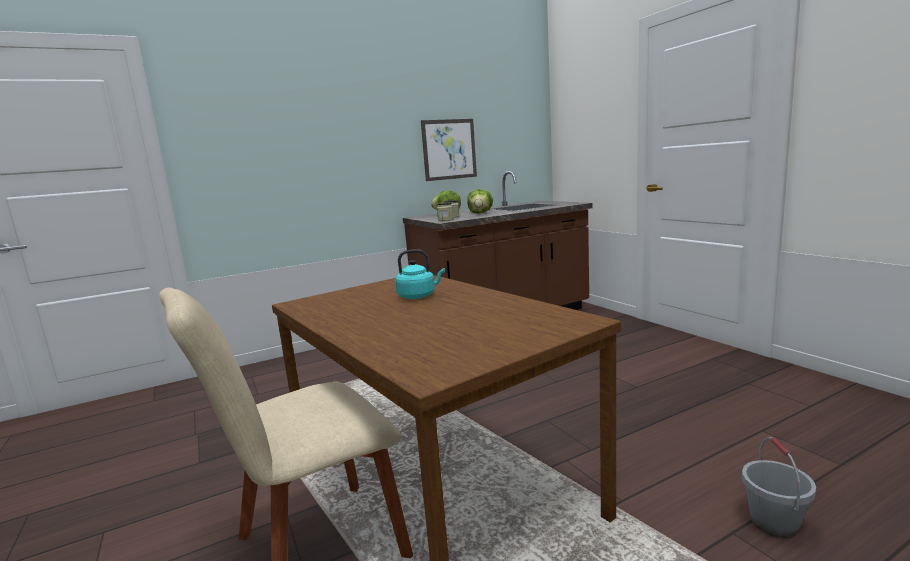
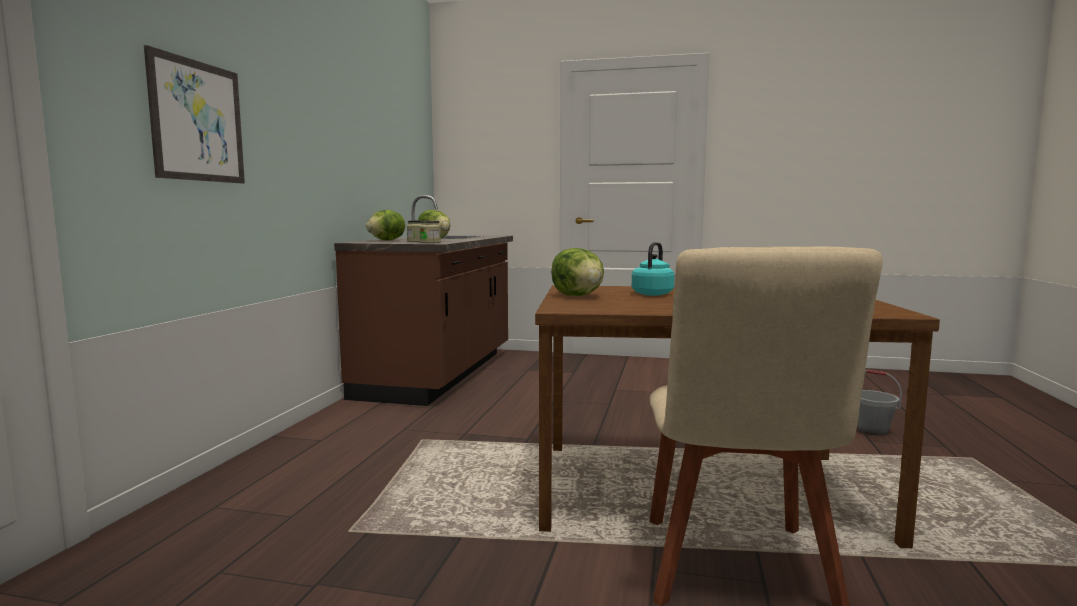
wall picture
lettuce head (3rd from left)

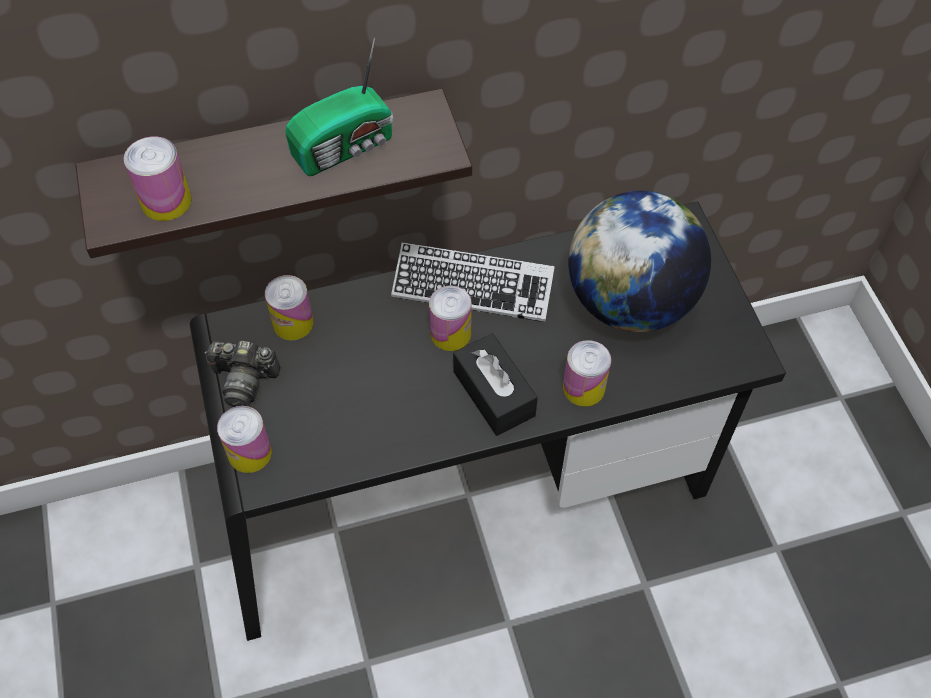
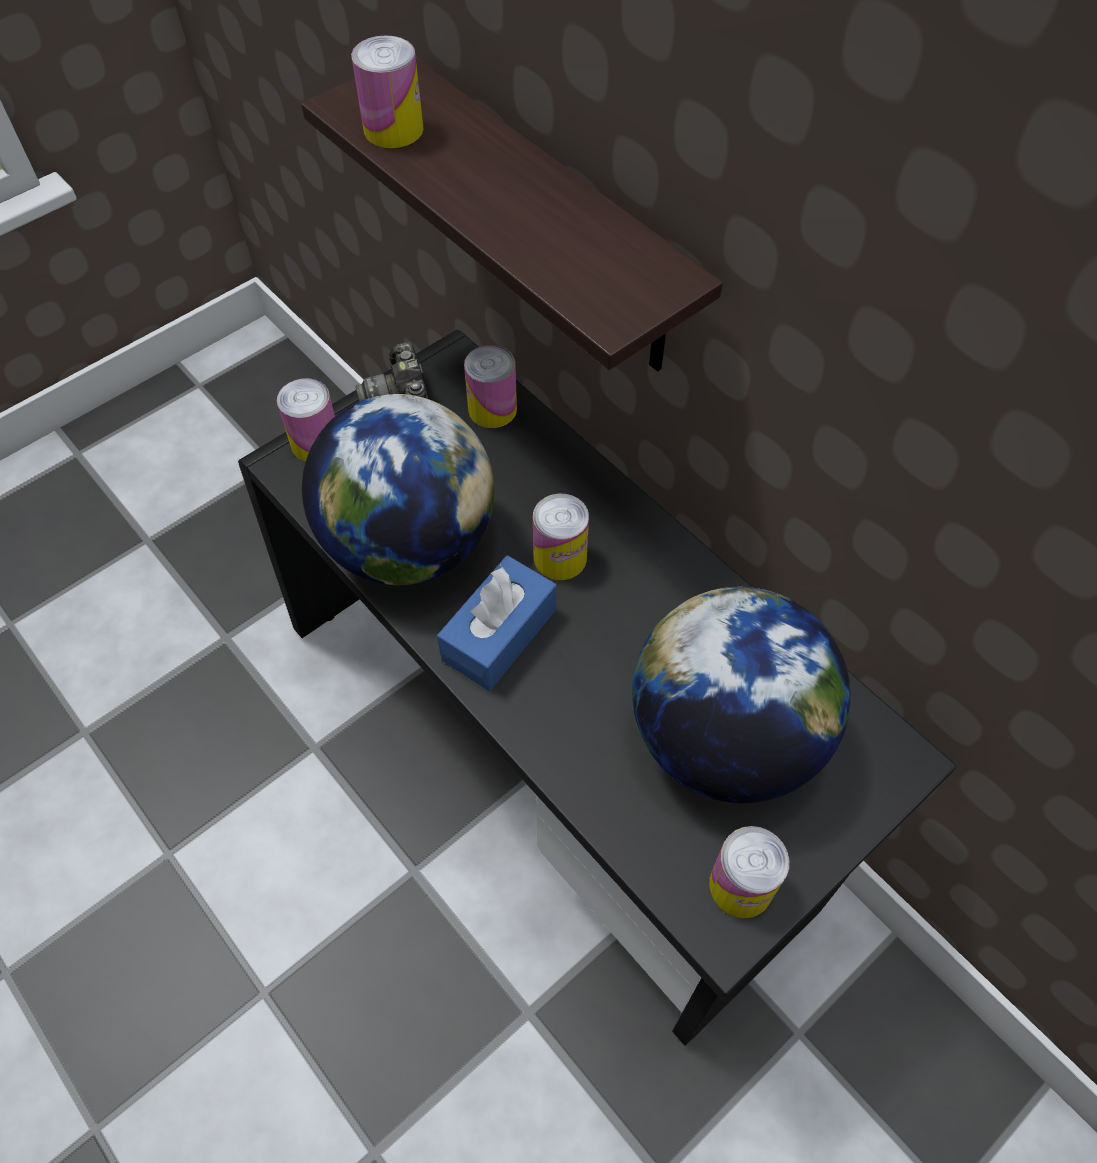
radio receiver
computer keyboard
bluish tissue holder
sealed can (5th from left)
desk globe (1st from left)

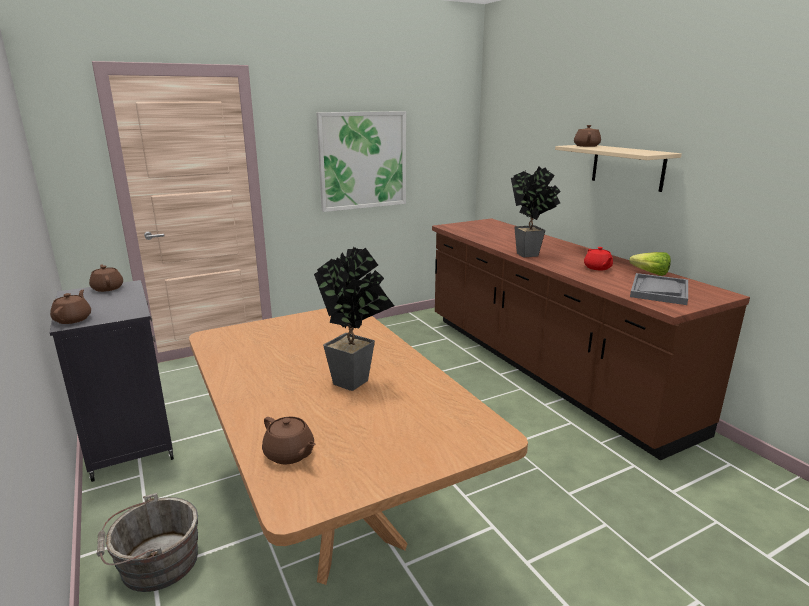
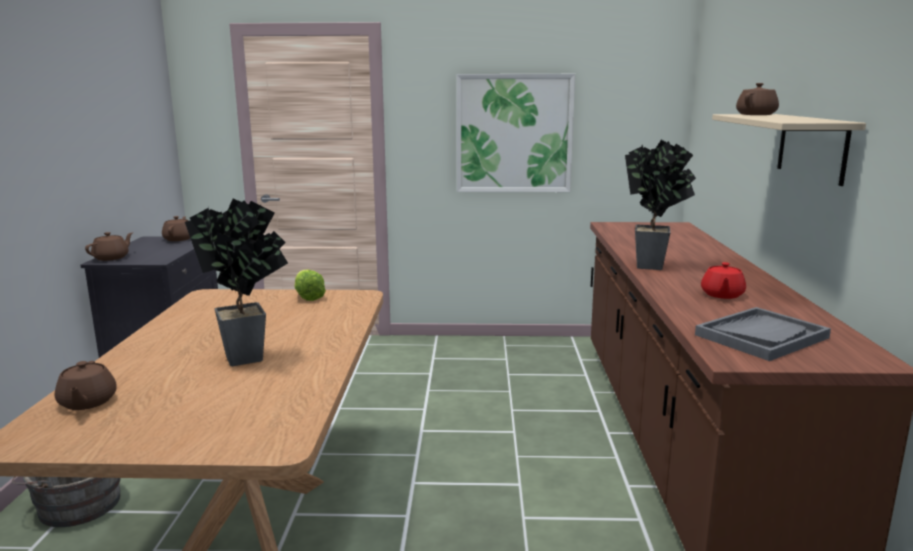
lettuce head

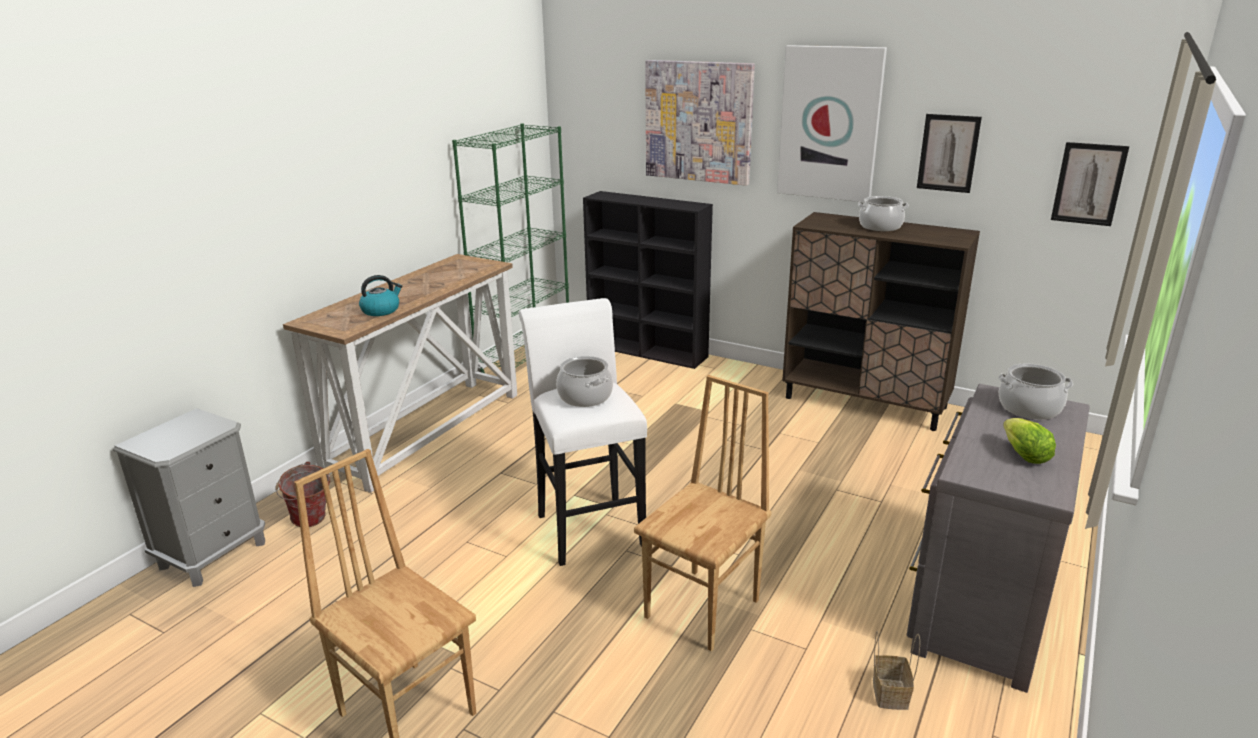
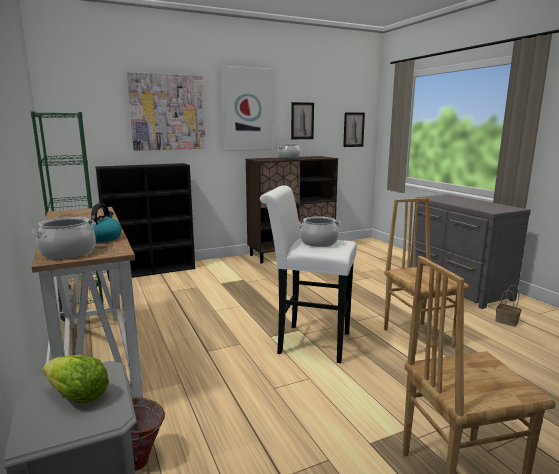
cooking pot (1st from left)
lettuce head

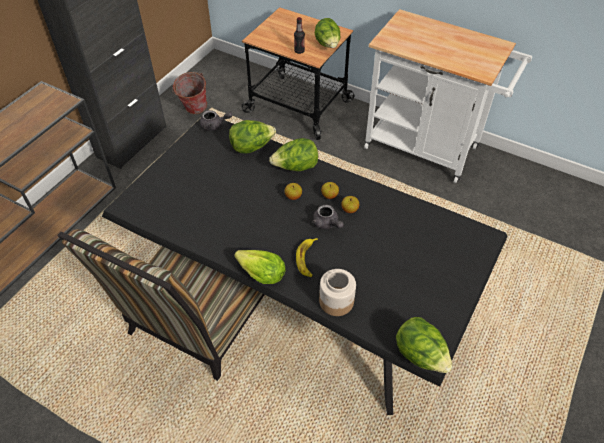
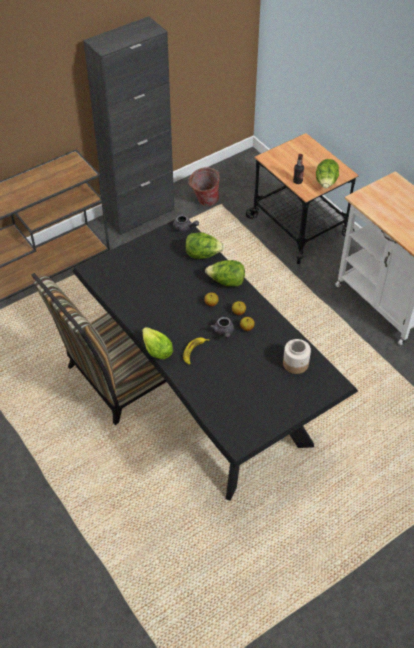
preserve jar
lettuce head (5th from left in the first image)

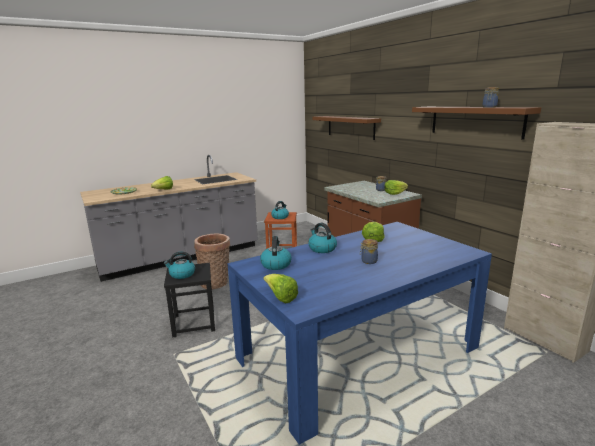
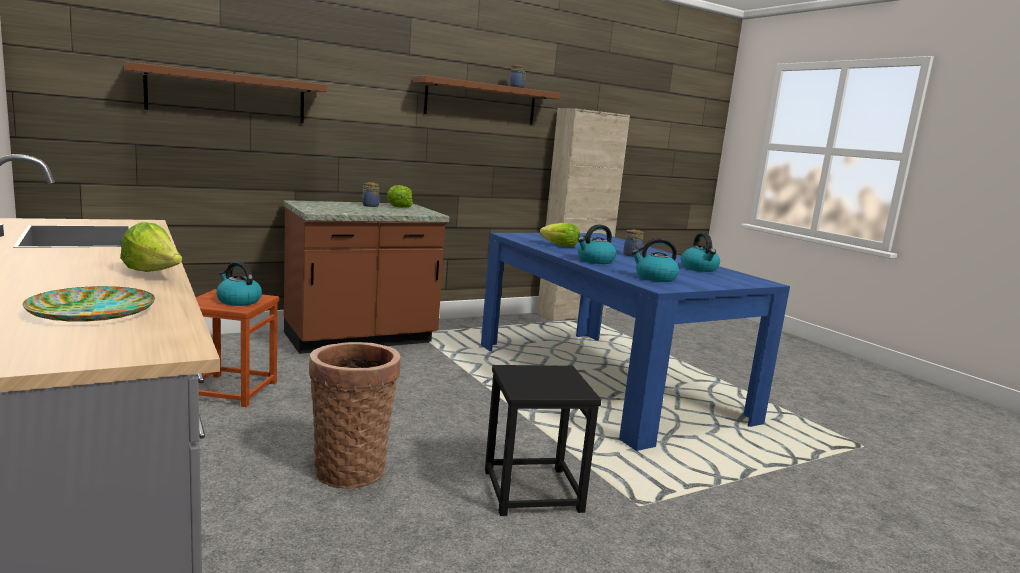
kettle (4th from left)
lettuce head (2nd from left in the first image)

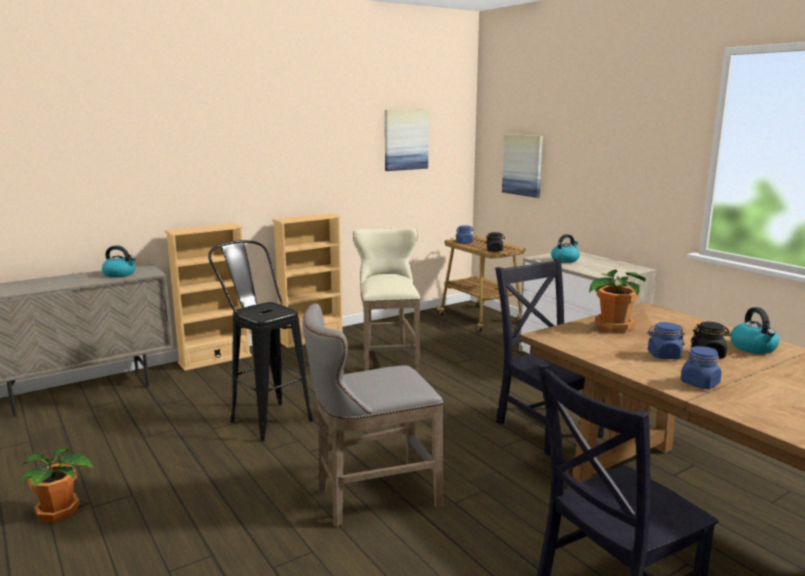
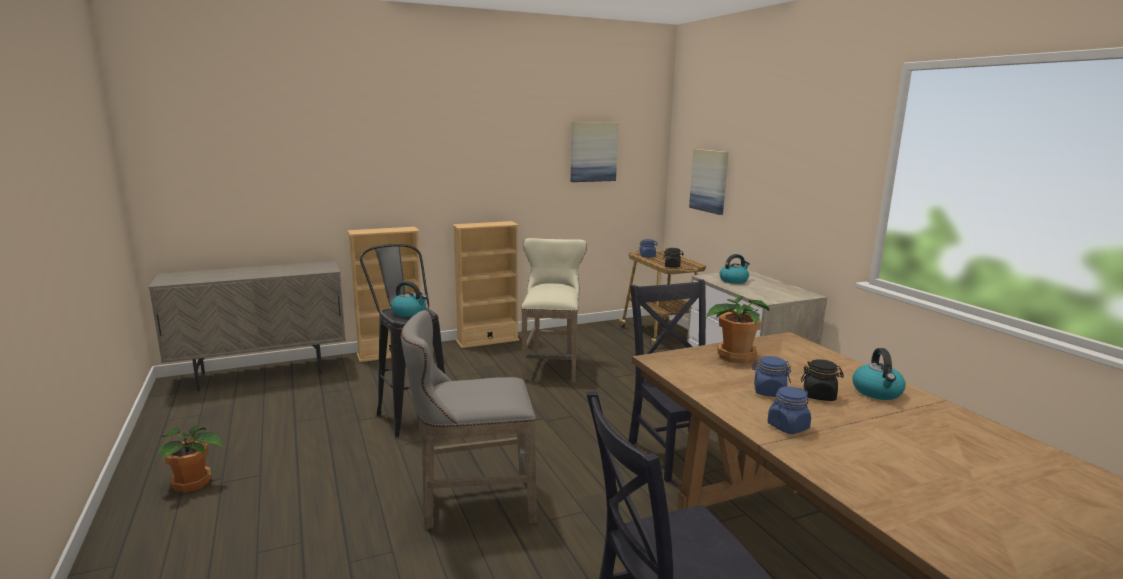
kettle (1st from left)

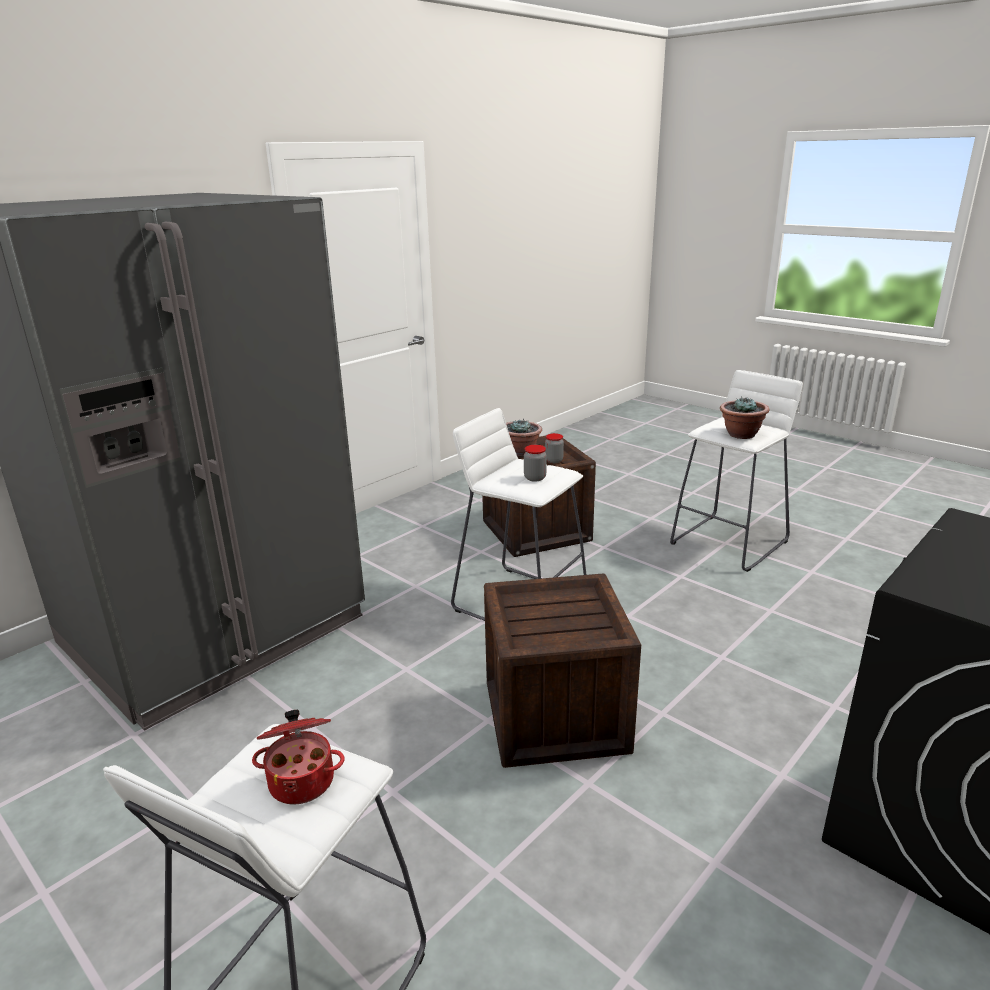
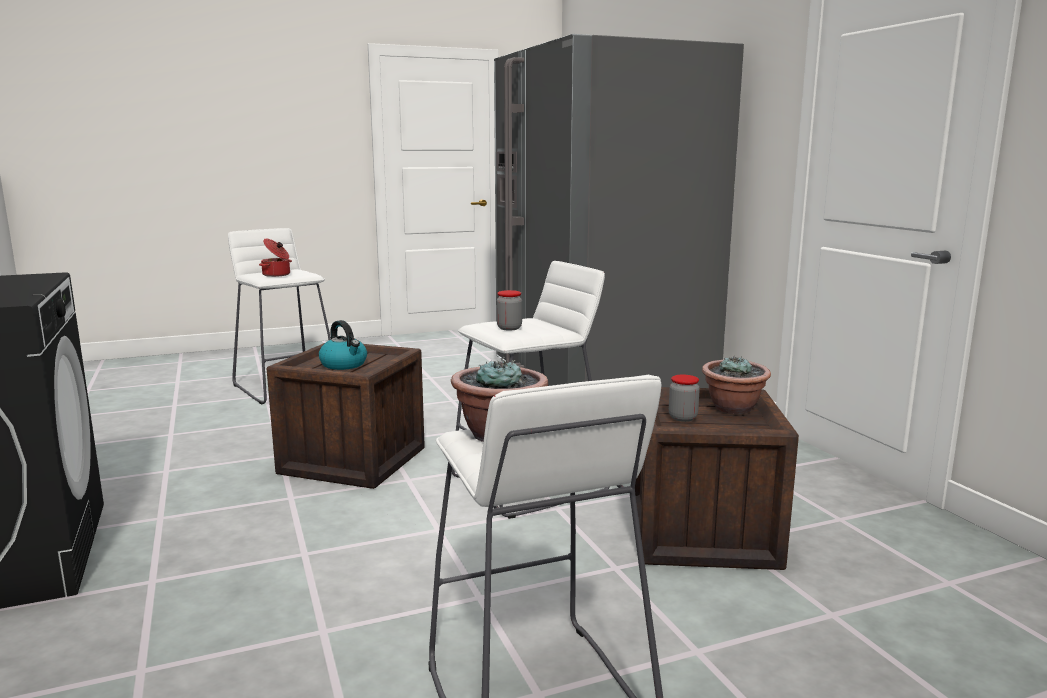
kettle

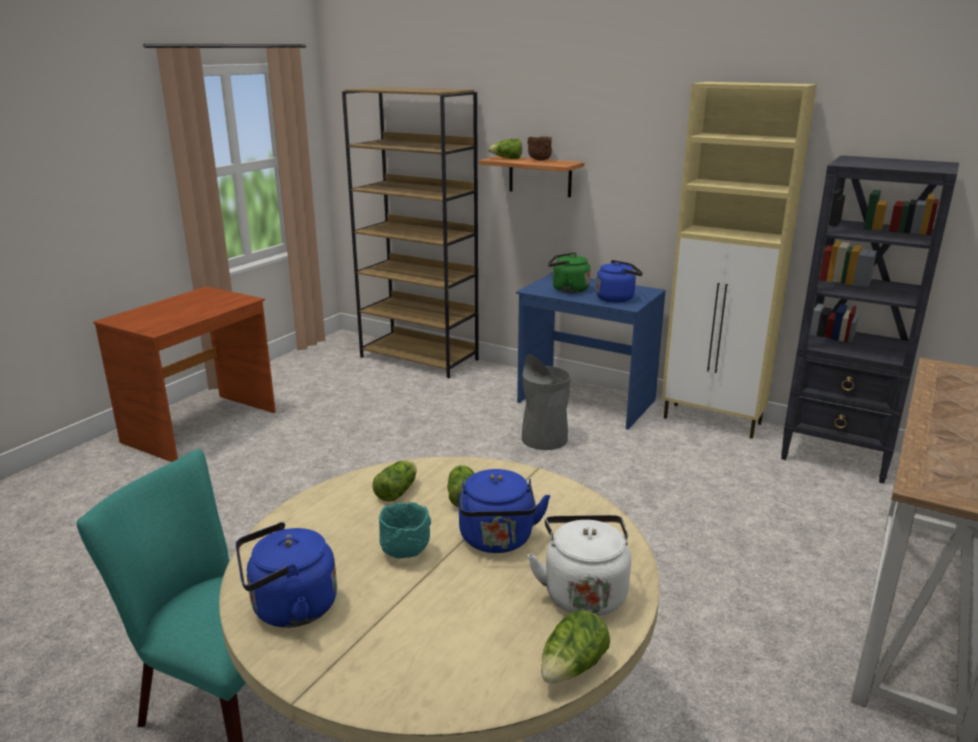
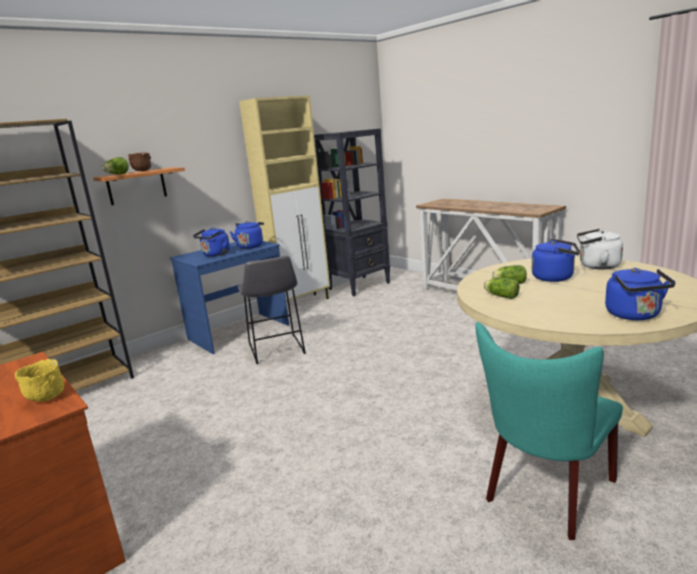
bluish kettle (1st from left)
gray stool seat
blue-green deep dish
lettuce head (4th from left in the first image)
yellow-coloured deep dish

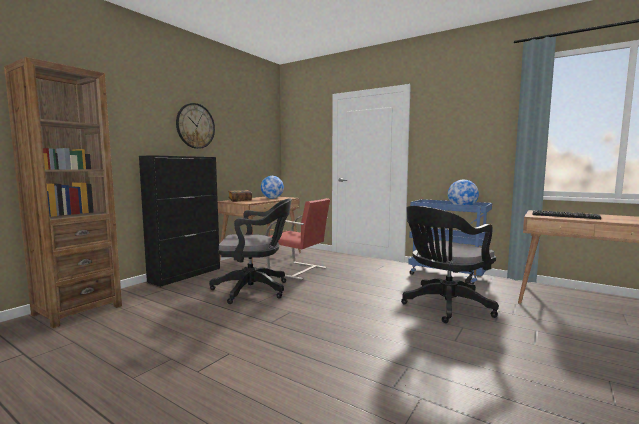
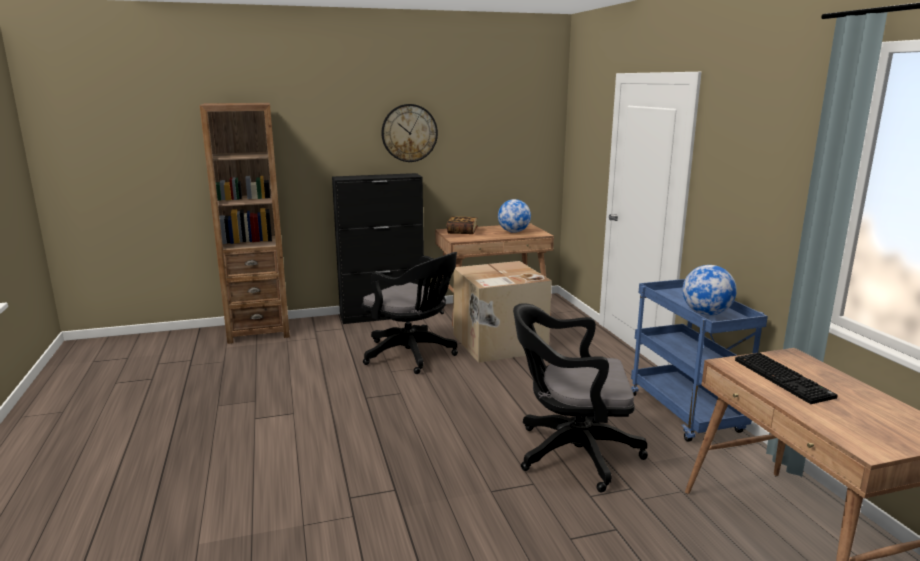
carton

